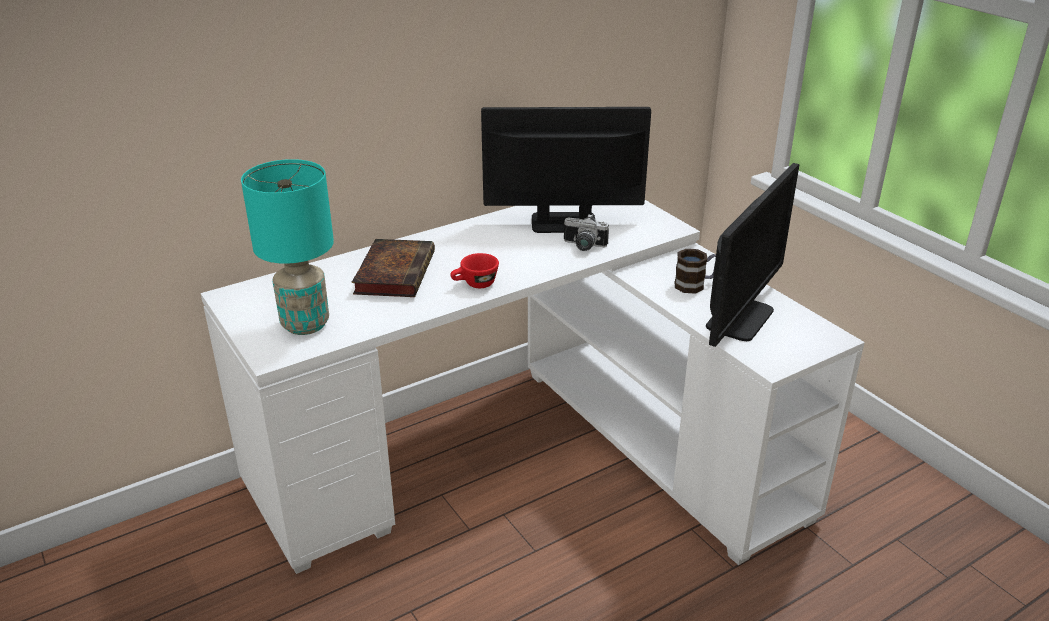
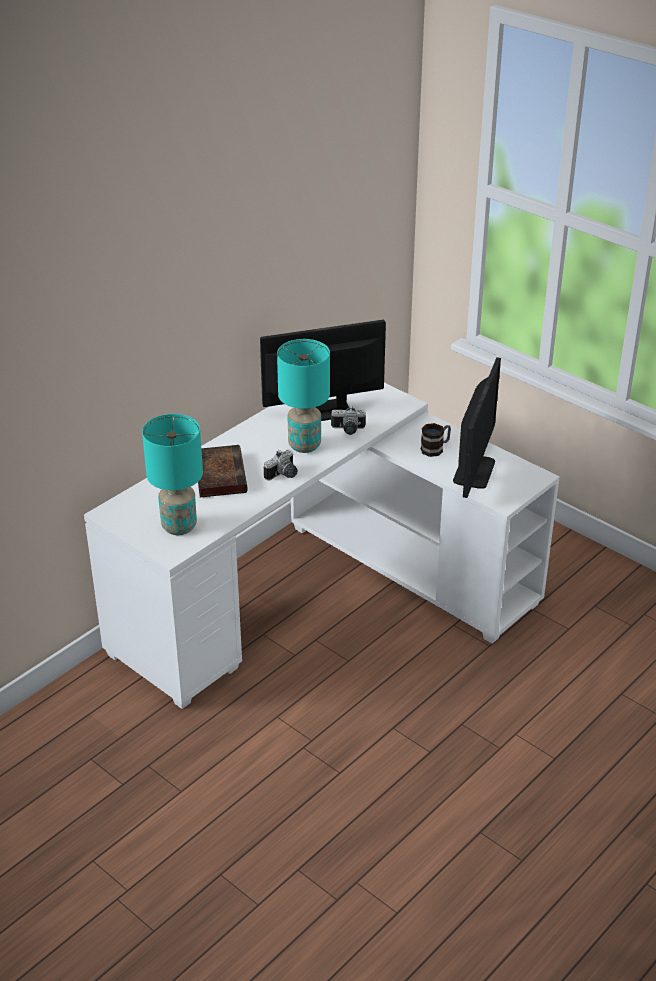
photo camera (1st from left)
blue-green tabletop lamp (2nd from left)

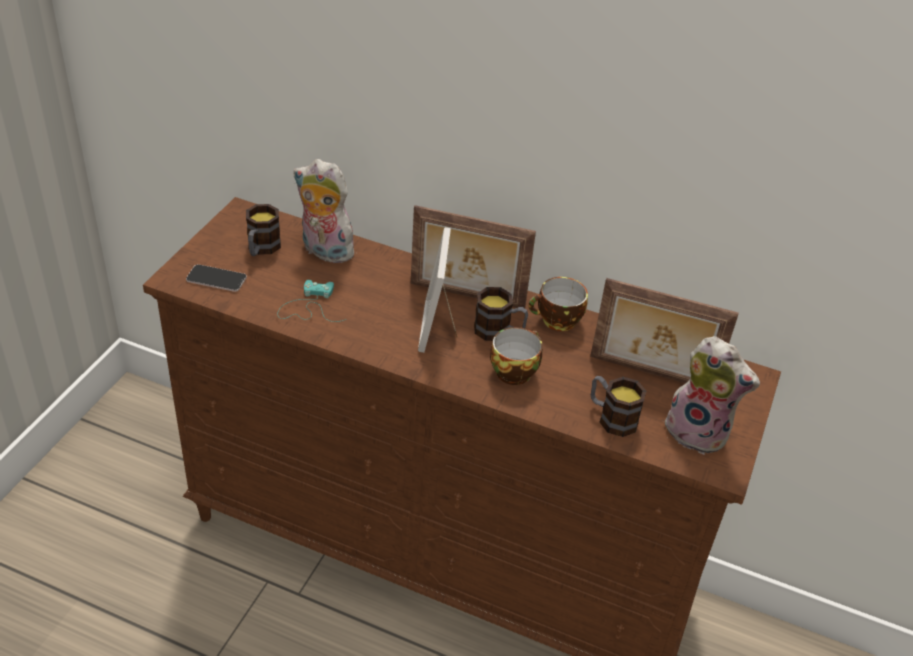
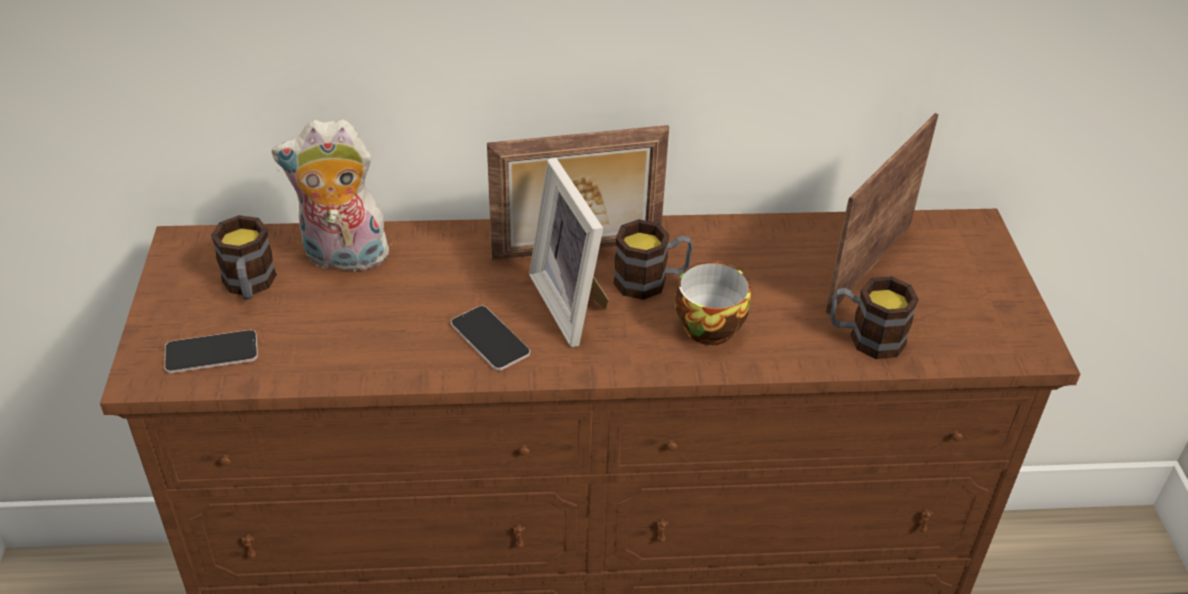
small cup (2nd from left in the first image)
picture frame (3rd from left)
blue-green joypad
plush toy (2nd from left in the first image)
telephone (2nd from left)

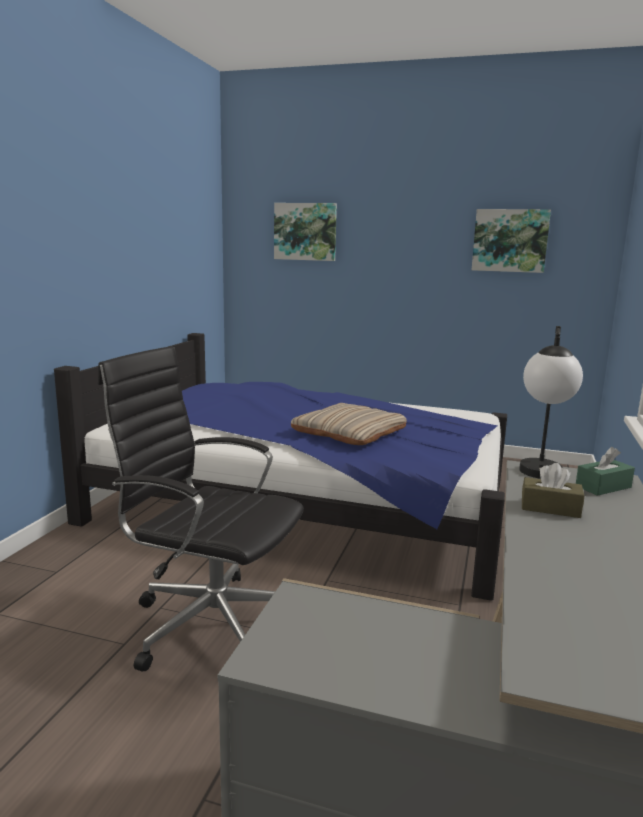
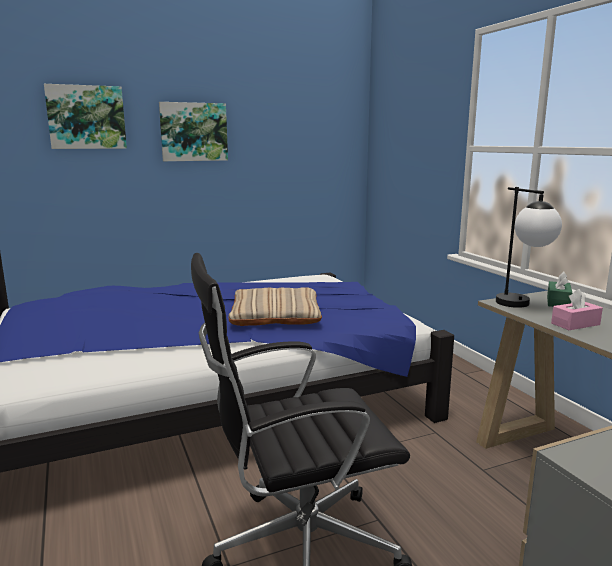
wall picture (2nd from left)
pink-coloured tissue holder

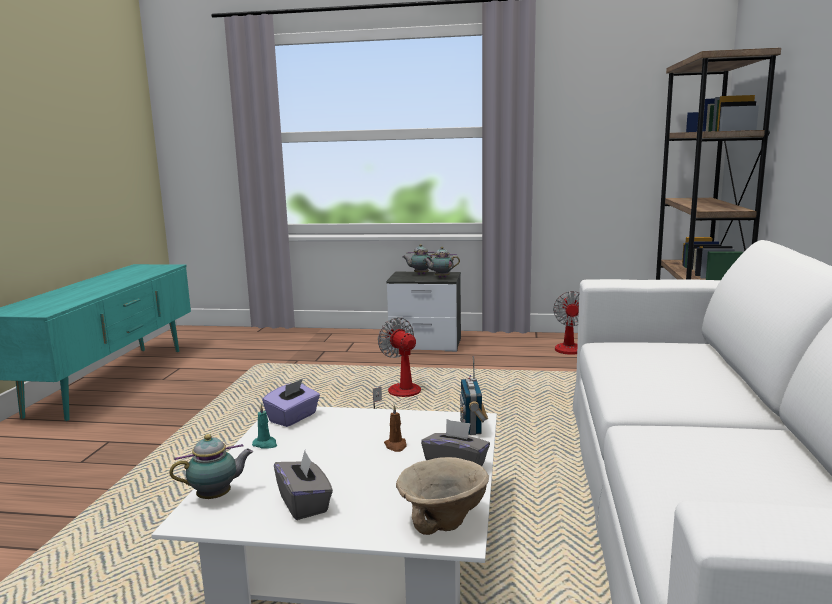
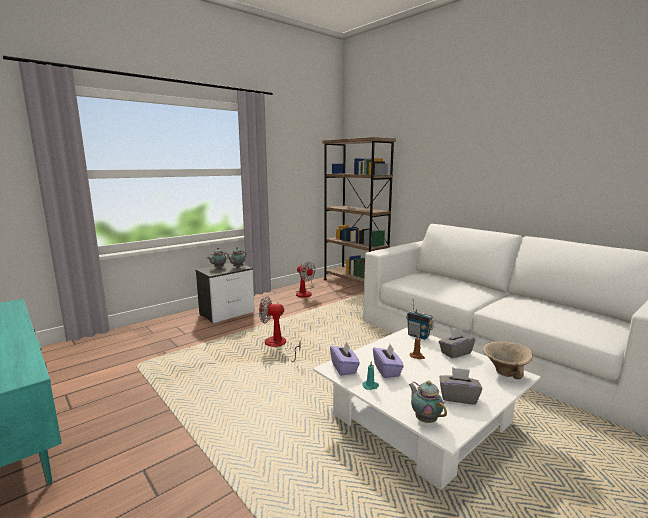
pot for tea (3rd from left)
purple tissue holder (2nd from left)

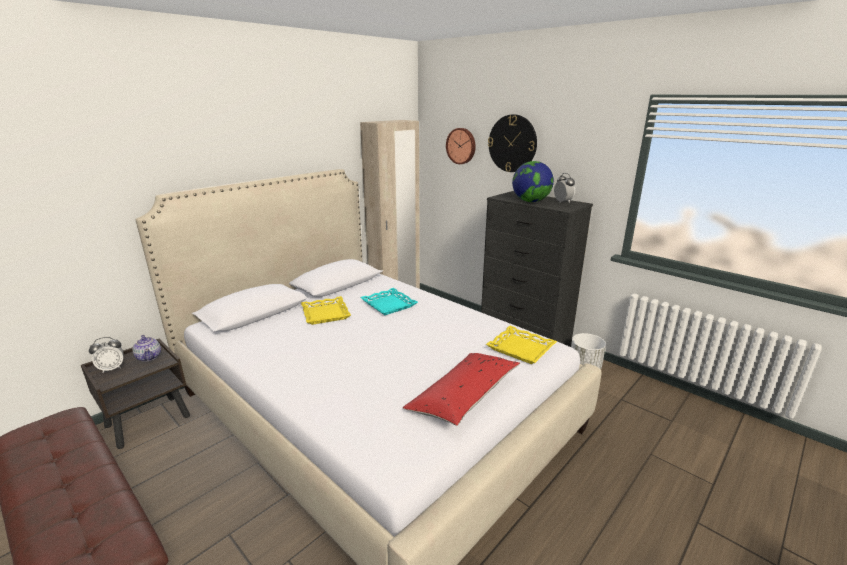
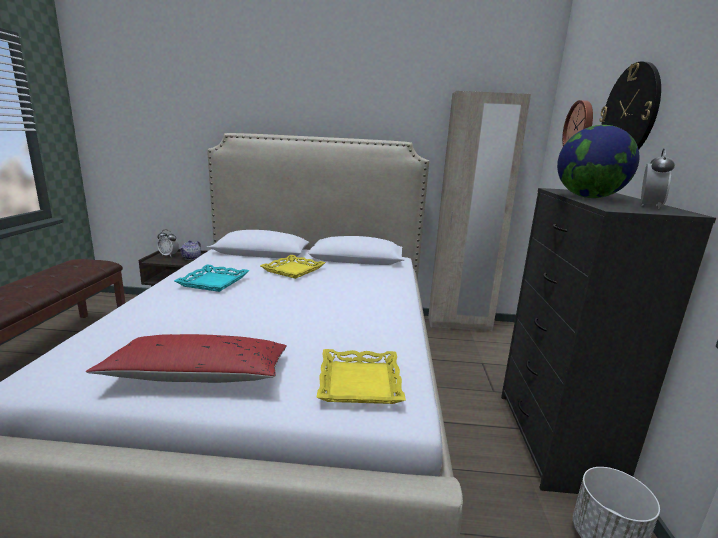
blue-green tray

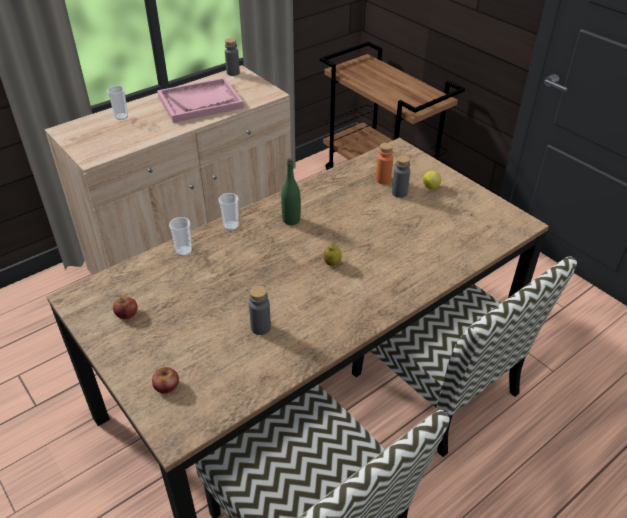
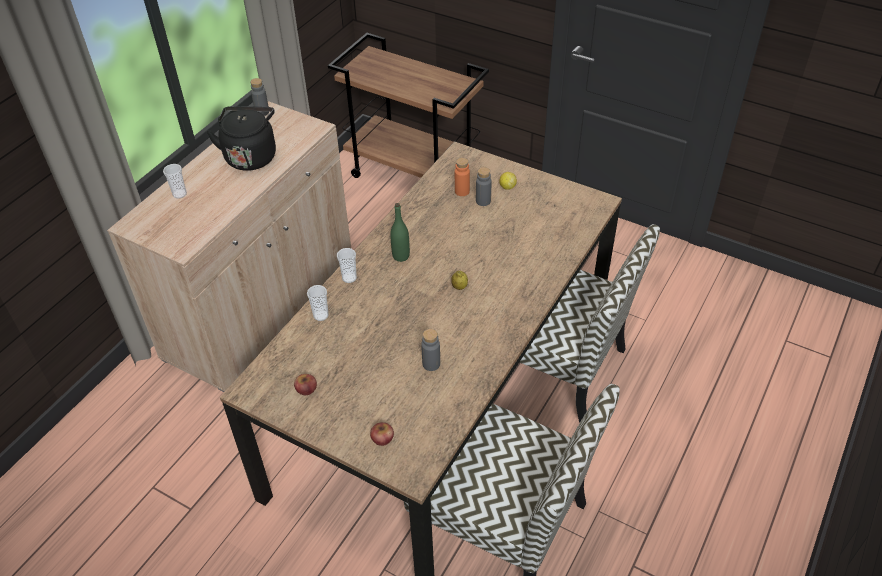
black kettle

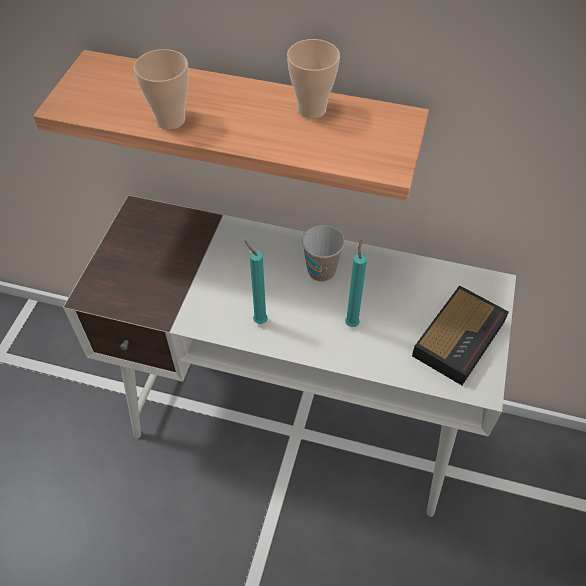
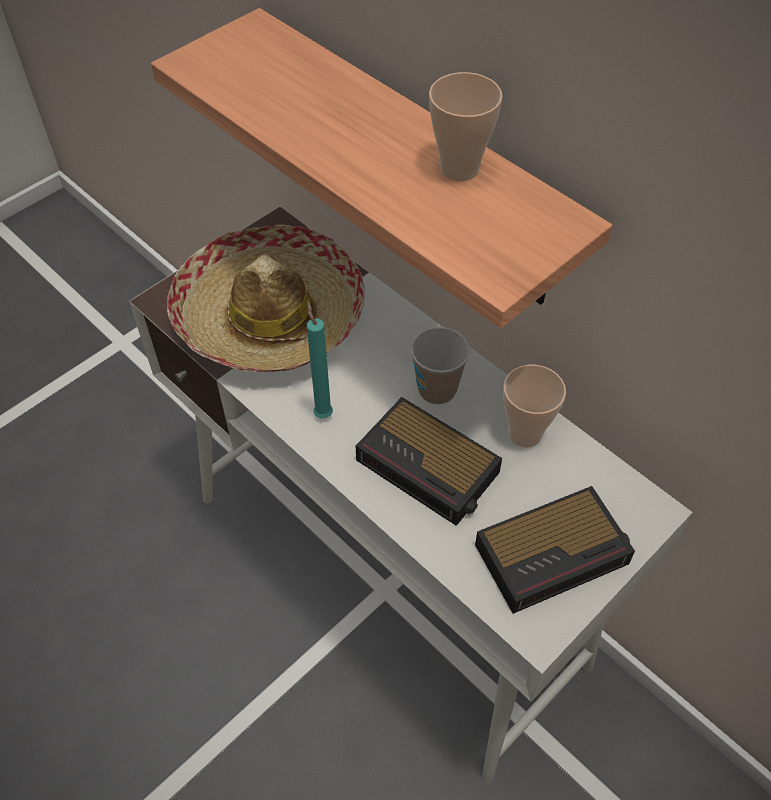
small cup (3rd from left)
alarm clock (1st from left)
hat

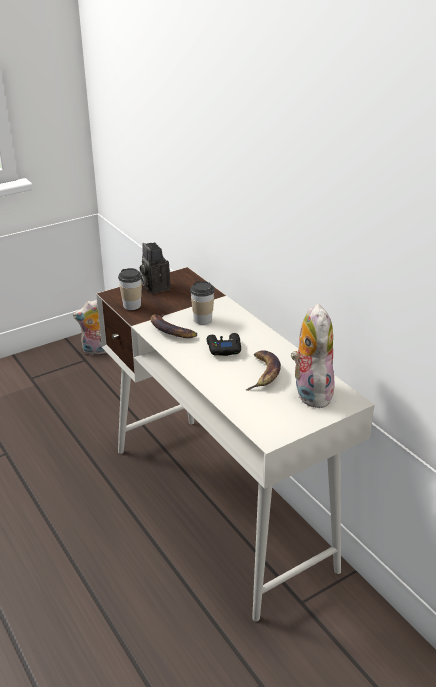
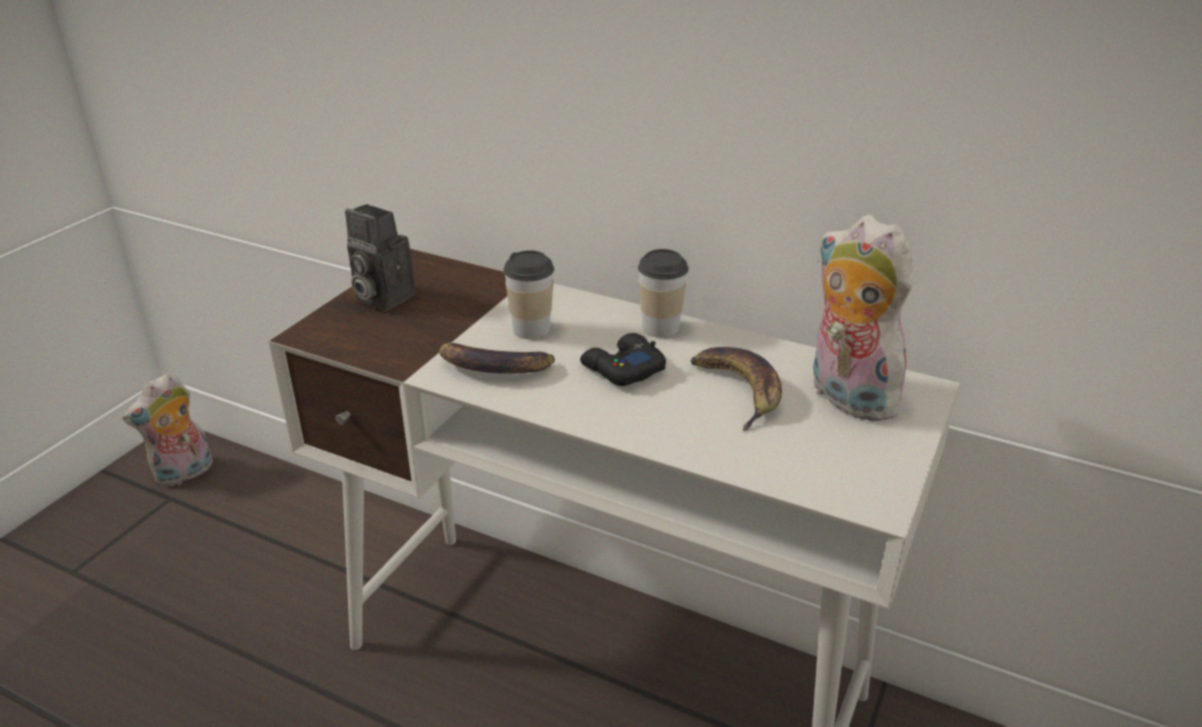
small cup (2nd from left)

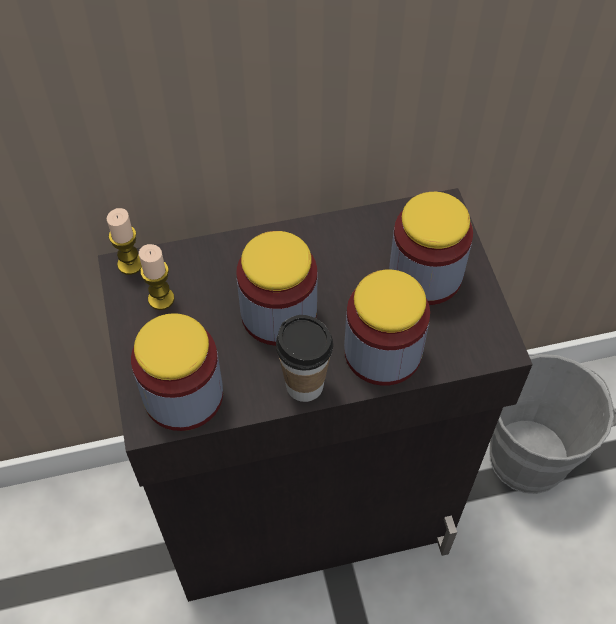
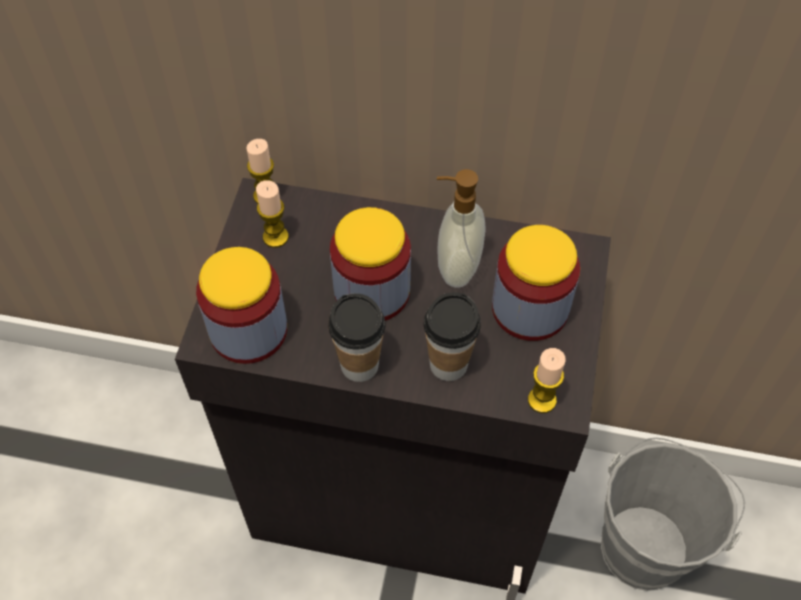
small cup (2nd from left)
liquid soap bottle
wax candle (3rd from left)

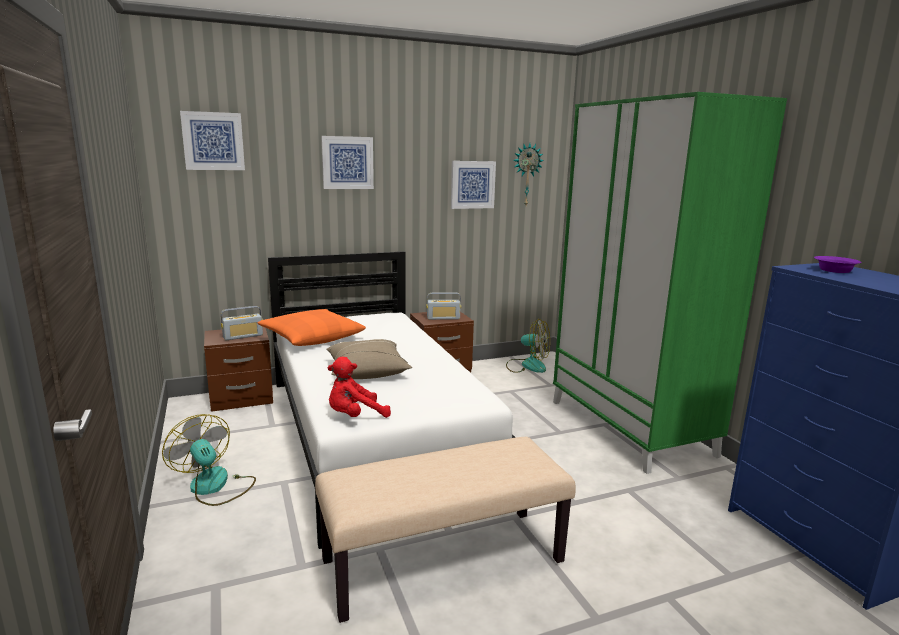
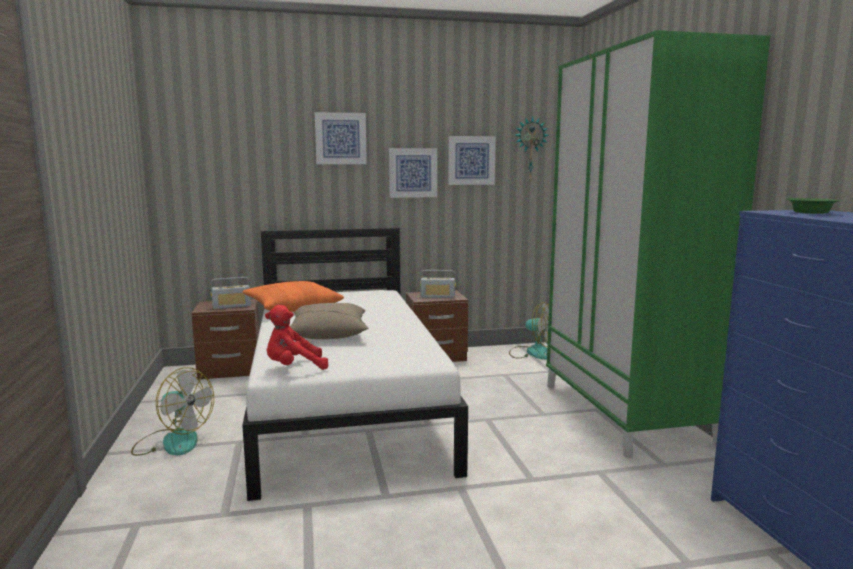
wall picture (2nd from left)
greenish deep dish
electric fan (1st from left)
sand-coloured long seat

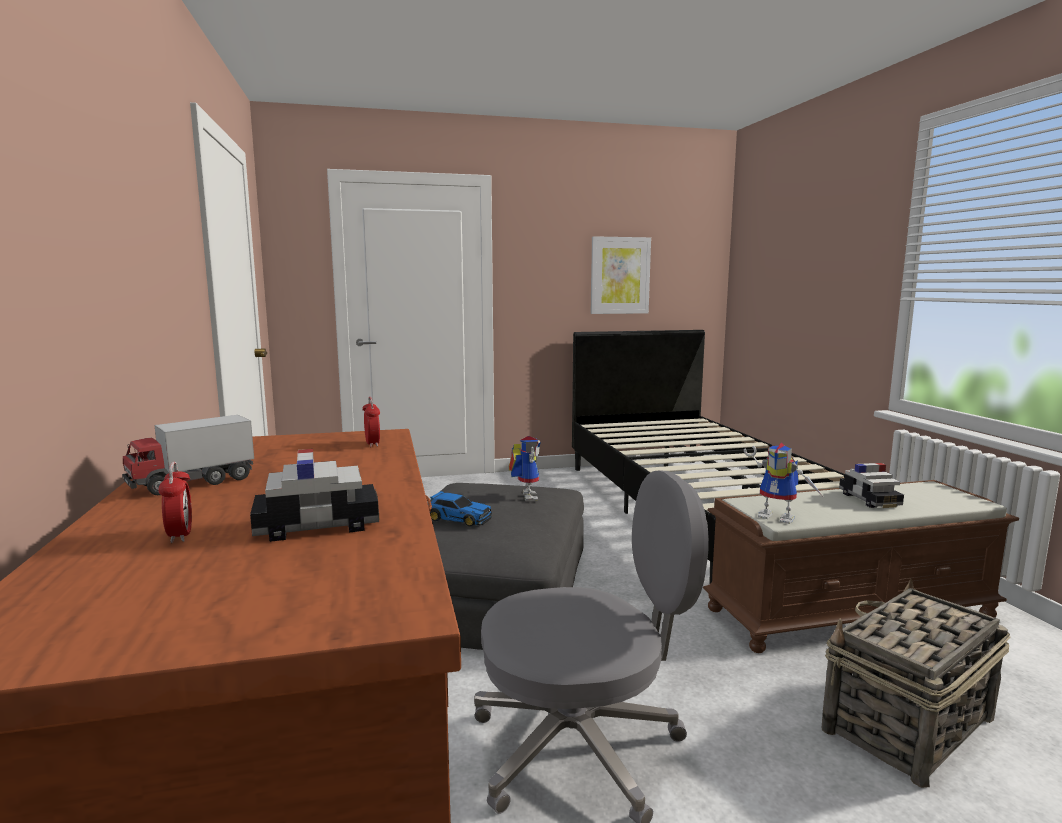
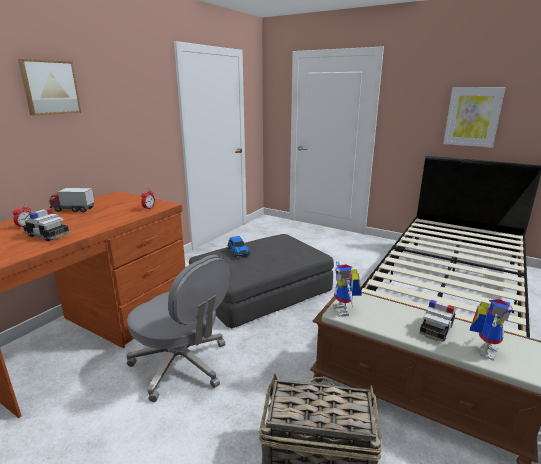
model robot (2nd from left)
wall picture (1st from left)

